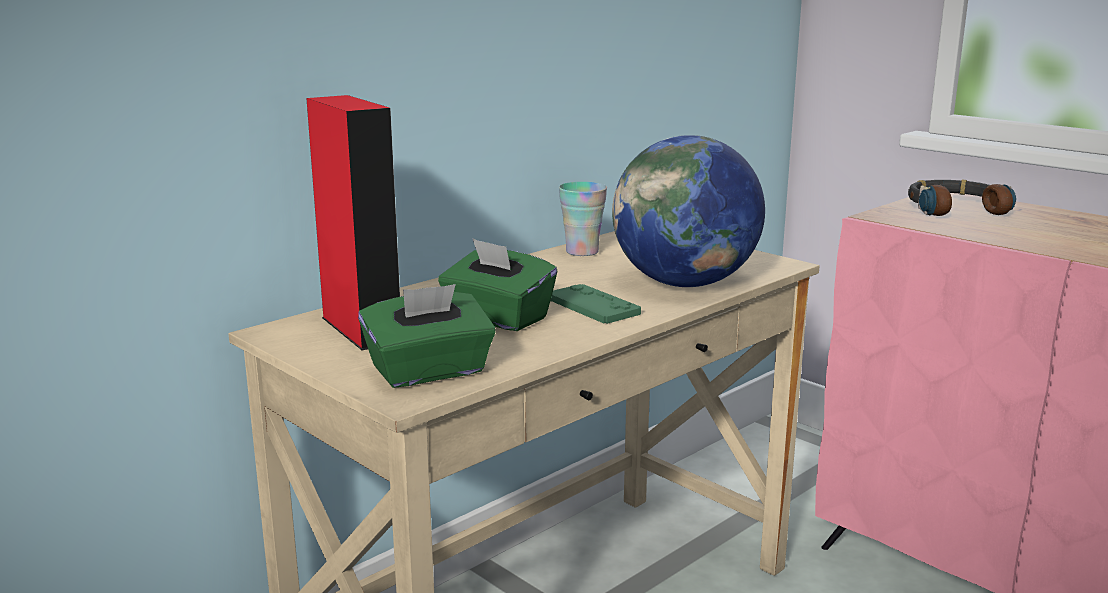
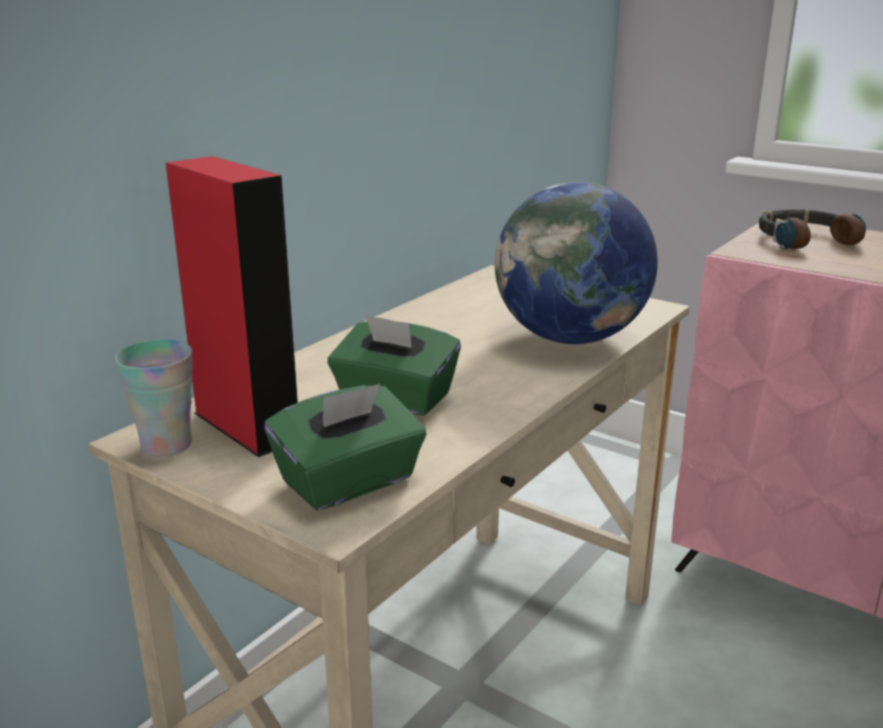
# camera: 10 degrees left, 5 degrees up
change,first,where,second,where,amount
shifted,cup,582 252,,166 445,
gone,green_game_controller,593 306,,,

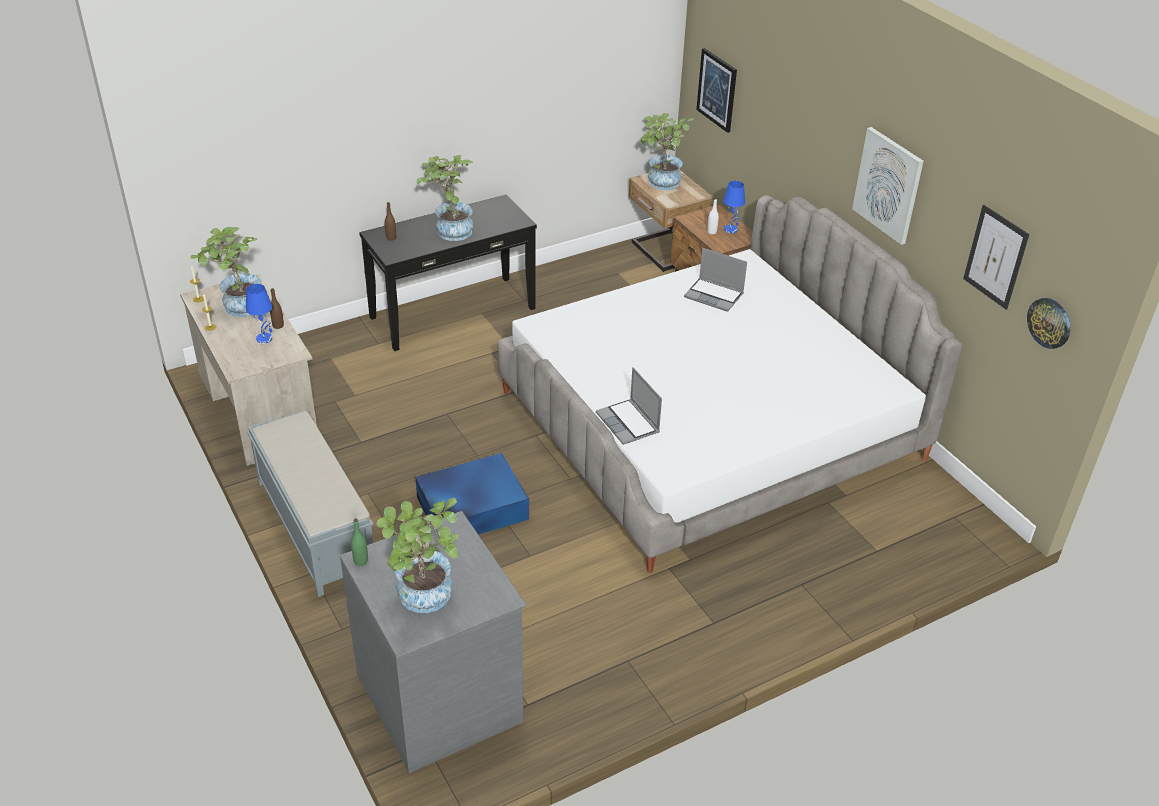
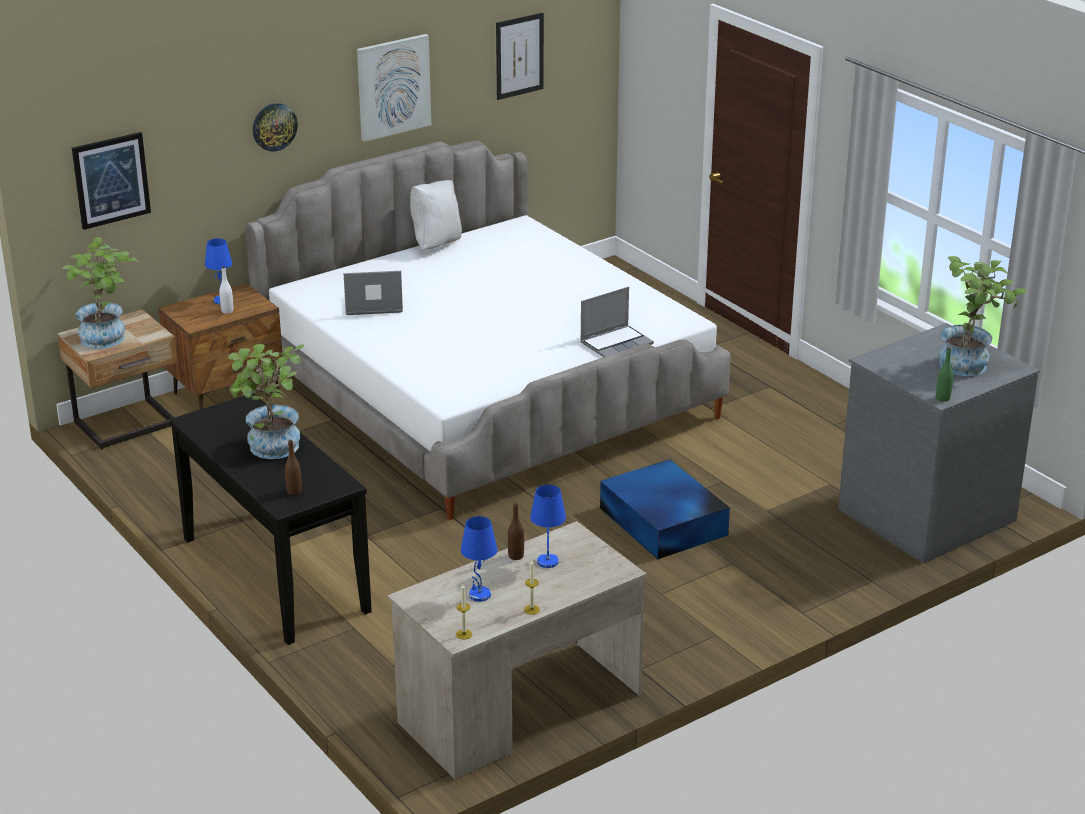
# camera: 95 degrees left, 10 degrees down
change,first,where,second,where,amount
shifted,wall_clock,1049 322,,274 126,
rotated,laptop,714 295,,372 305,120 degrees counterclockwise
new,,,white_pillow,435 244,
swapped,potted_plant,238 308,blue_table_lamp,479 595,
gone,grey_bench,315 526,,,

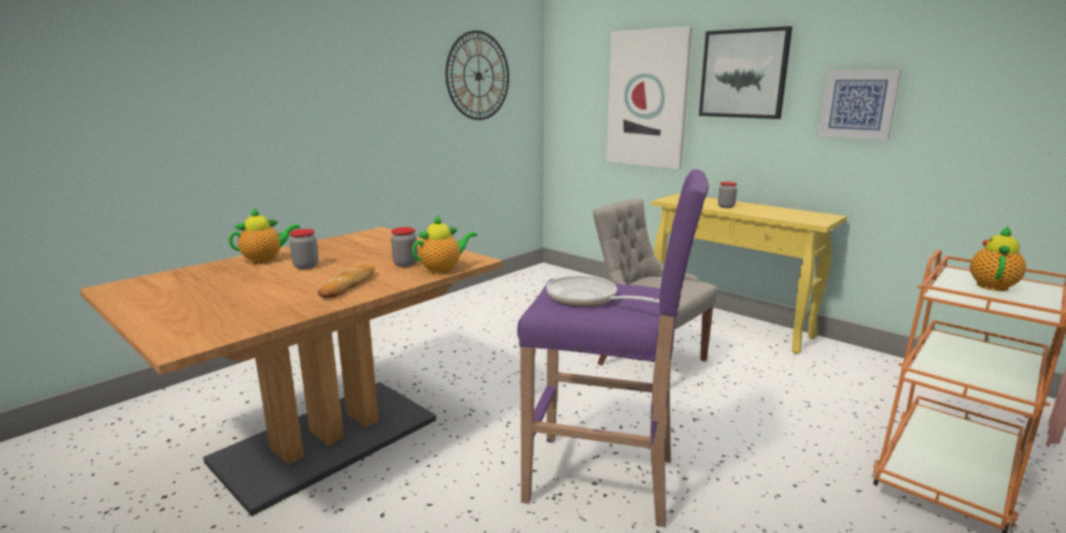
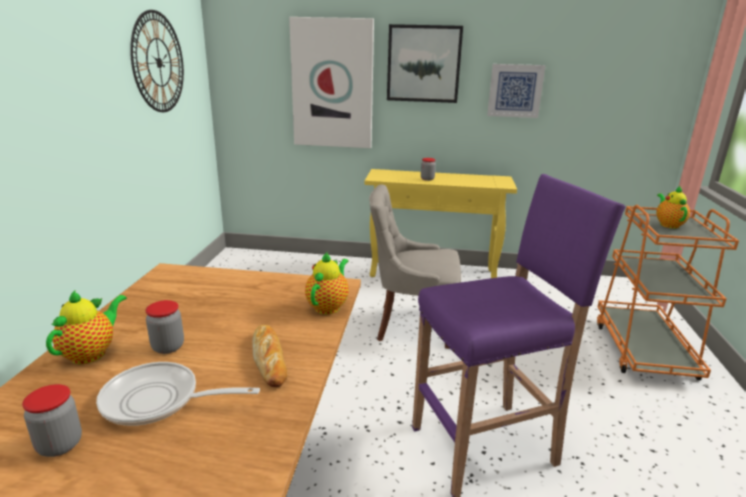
# camera: 35 degrees left, 5 degrees up
change,first,where,second,where,amount
shifted,jar,405 264,,60 445,
shifted,frying_pan,587 298,,158 401,

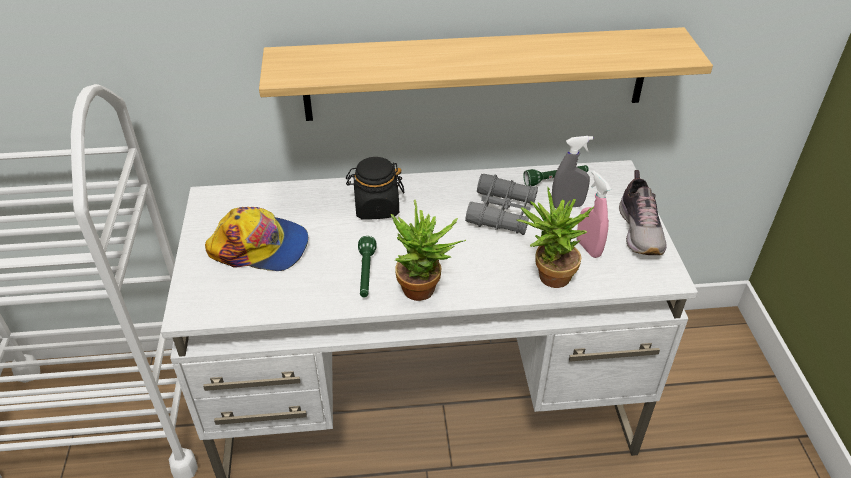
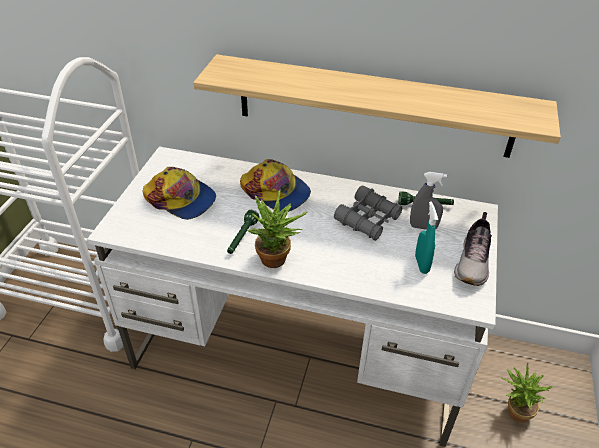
# camera: 20 degrees right, 0 degrees up
change,first,where,second,where,amount
swapped,black_jar,376 207,cap,276 192,
repainted,pink_spray_bottle,588 248,turquoise_spray_bottle,421 264,
shifted,potted_plant,547 277,,513 412,

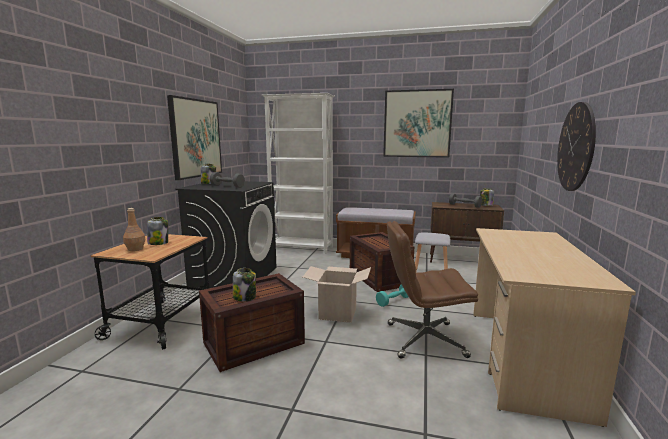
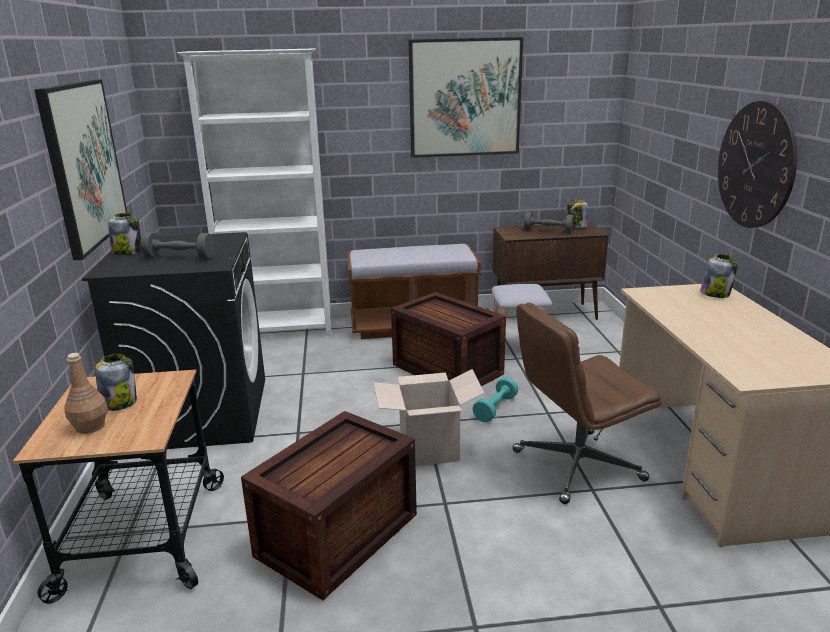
# camera: 20 degrees left, 10 degrees up
change,first,where,second,where,amount
shifted,jar,245 297,,715 294,

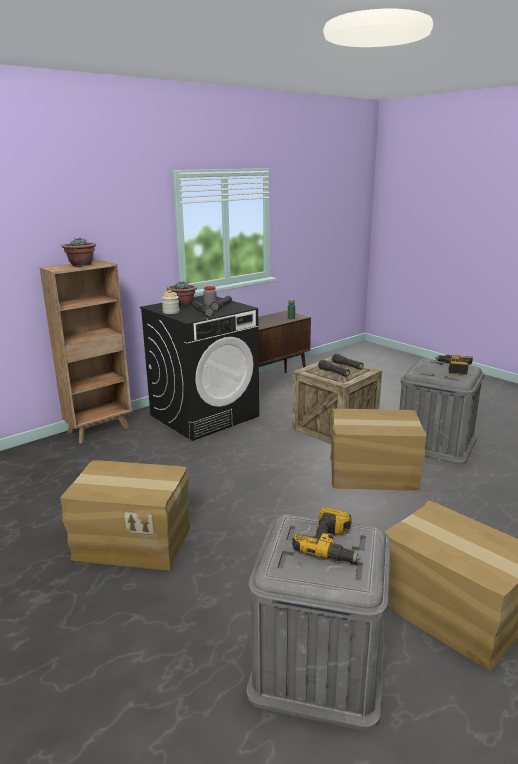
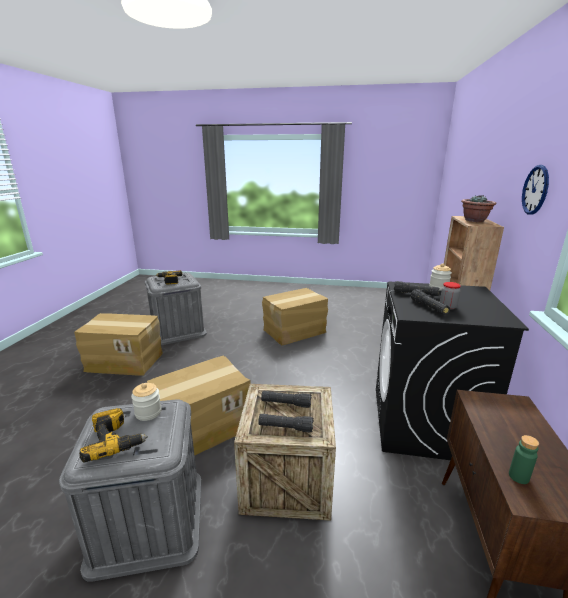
# camera: 140 degrees right, 0 degrees up
change,first,where,second,where,amount
new,,,jar,148 412,
new,,,wall_clock,535 190,
gone,potted_plant,182 305,,,

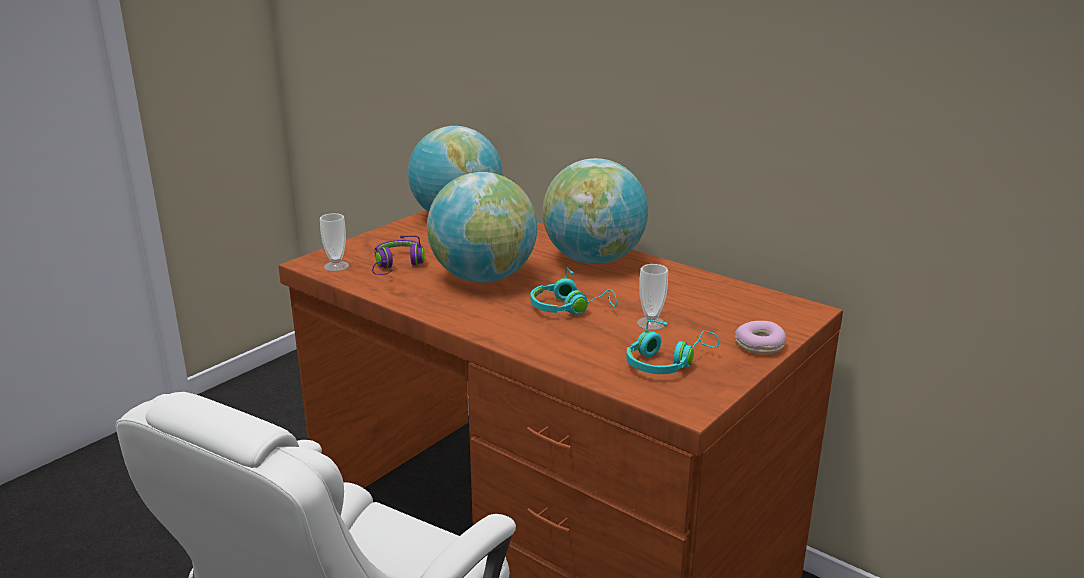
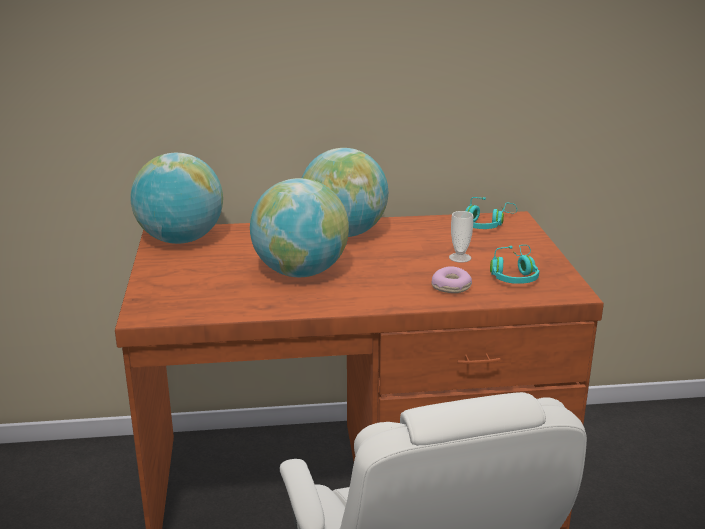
# camera: 45 degrees left, 0 degrees up
change,first,where,second,where,amount
shifted,donut,759 346,,451 287,
shifted,turquoise_headphones,569 308,,486 224,
gone,cup,336 266,,,
gone,purple_headphones,397 265,,,

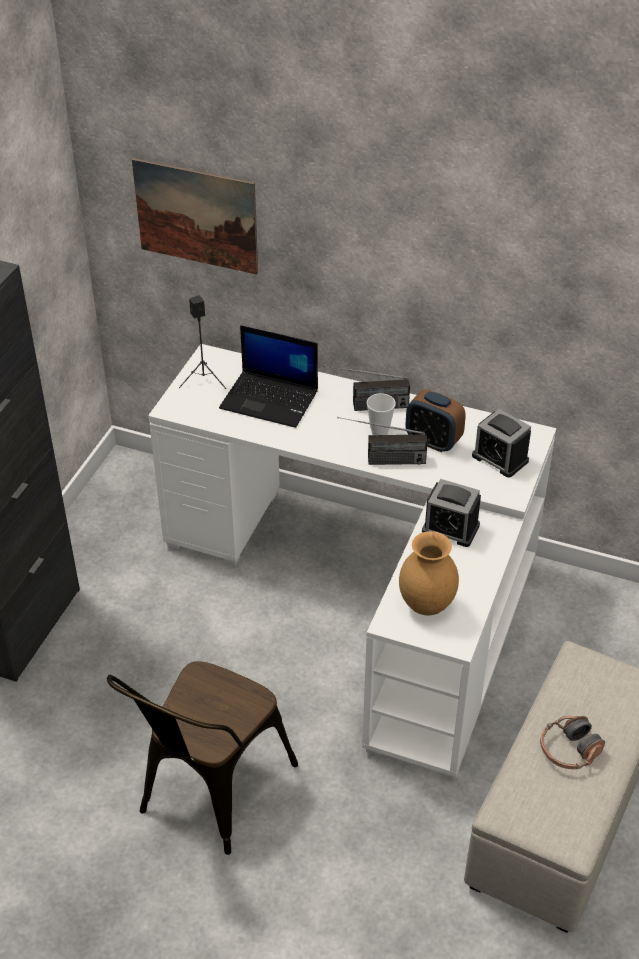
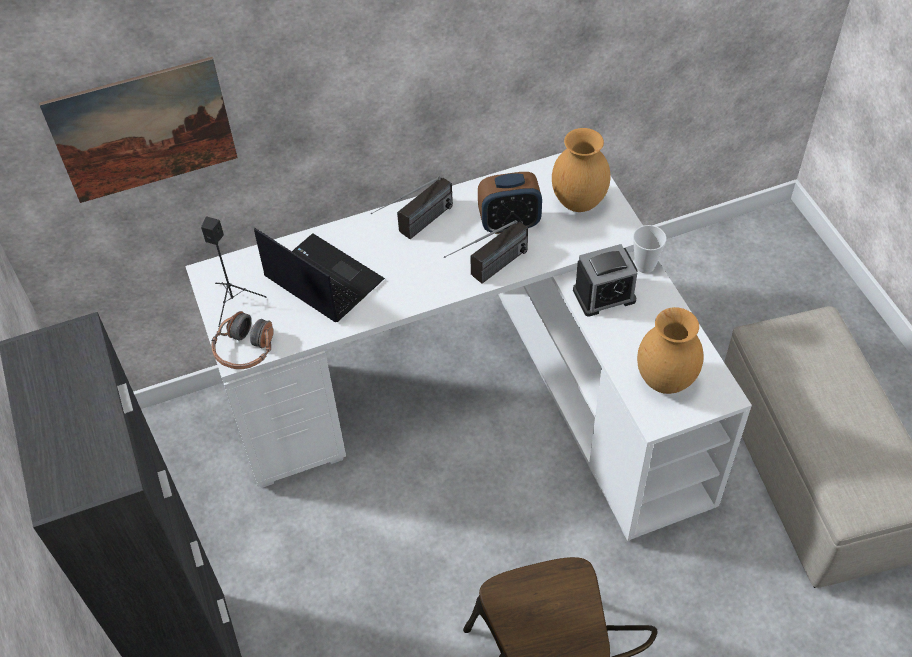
# camera: 40 degrees left, 10 degrees up
change,first,where,second,where,amount
shifted,headphones,569 750,,245 349,
rotated,laptop,271 399,,322 279,120 degrees counterclockwise
swapped,alarm_clock,500 458,brown_vase,579 202,
shifted,cup,379 432,,645 266,

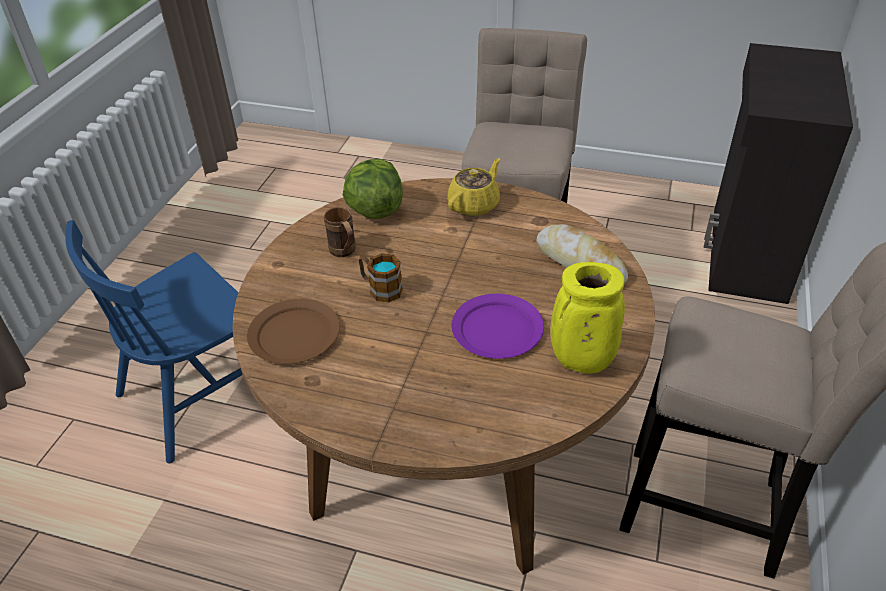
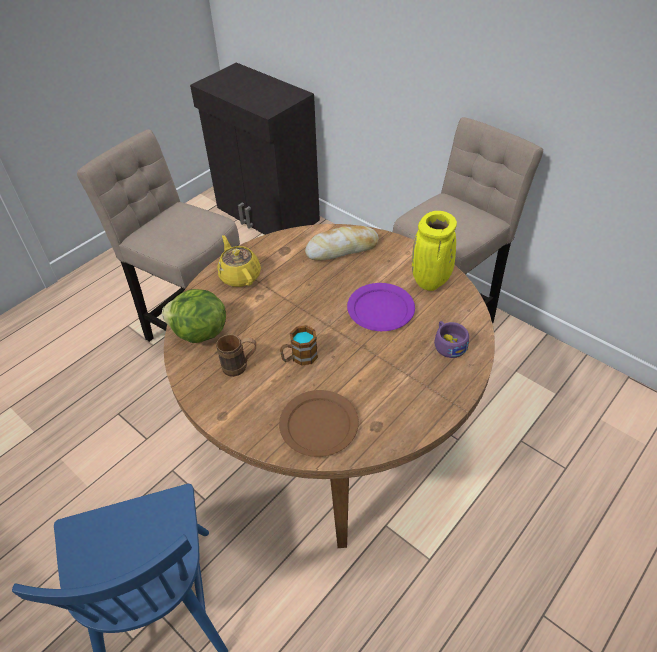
# camera: 65 degrees left, 5 degrees up
change,first,where,second,where,amount
new,,,purple_cup,448 344,

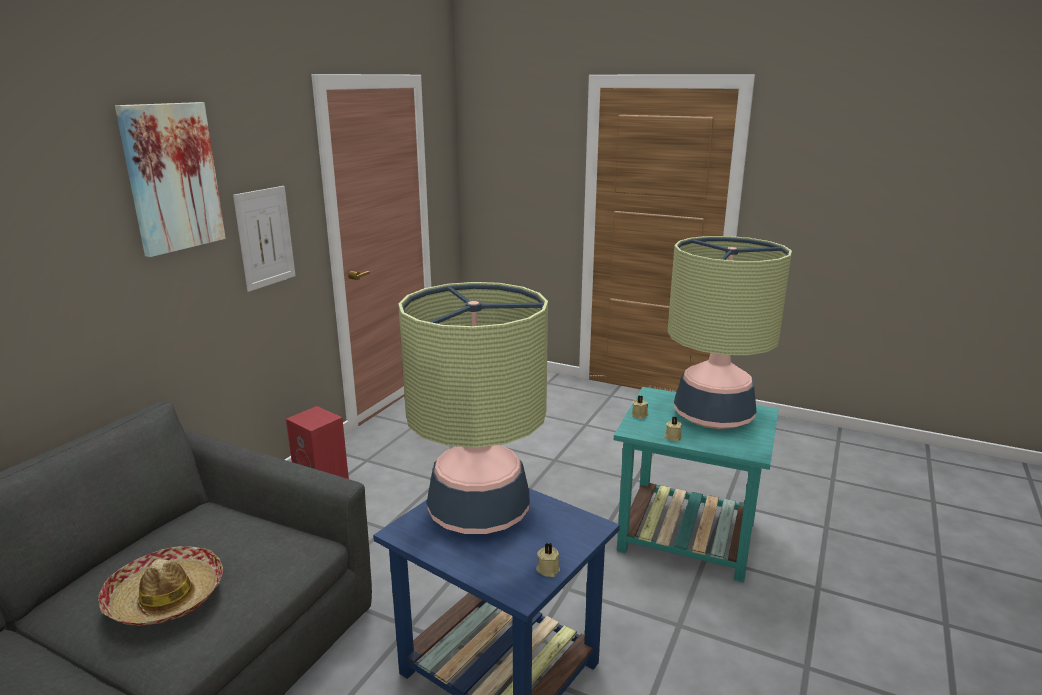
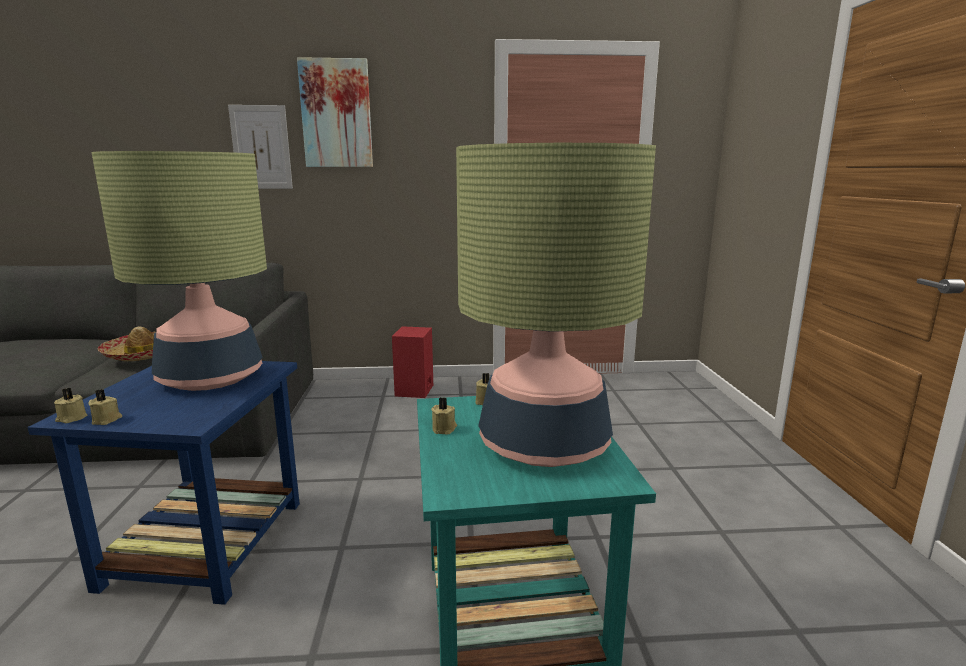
# camera: 60 degrees right, 5 degrees down
change,first,where,second,where,amount
new,,,beige_candle,71 418,
shifted,picture,265 237,,261 147,

